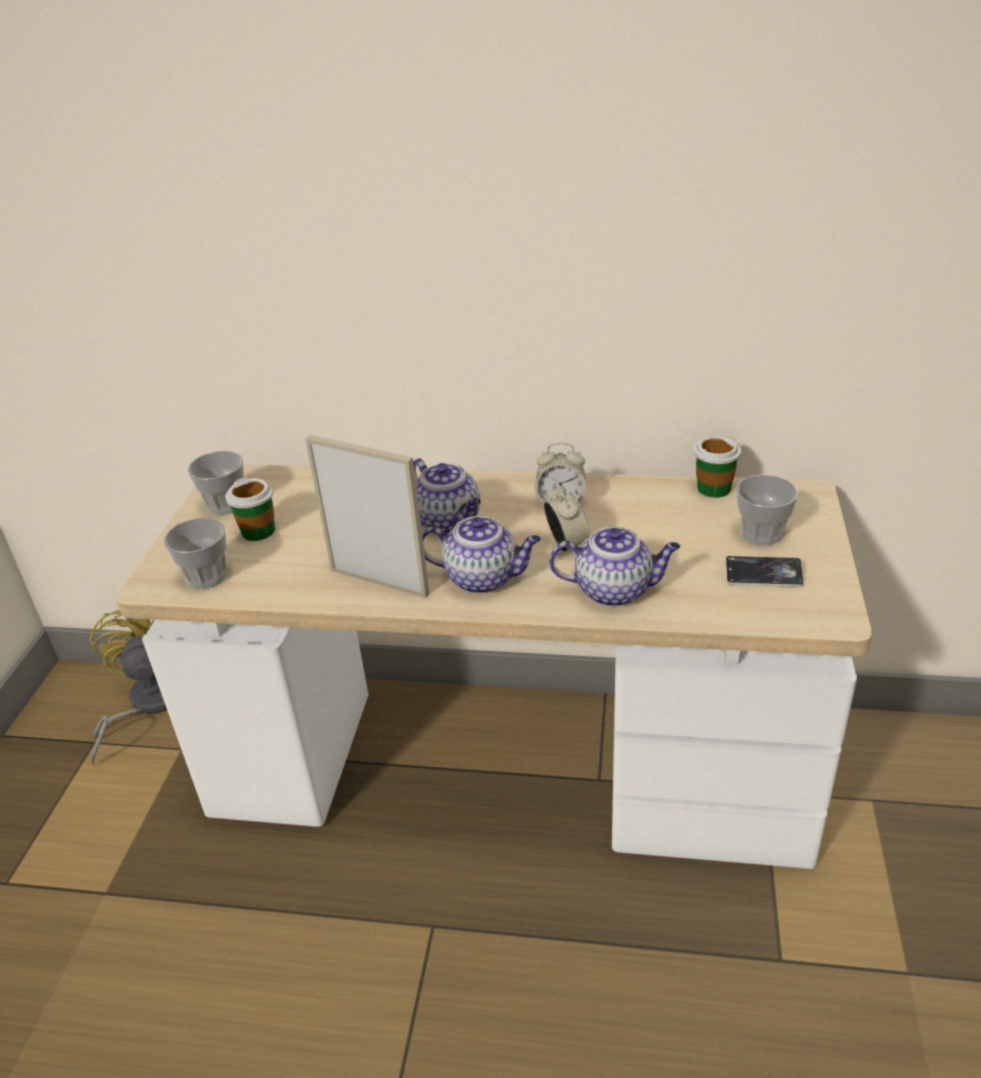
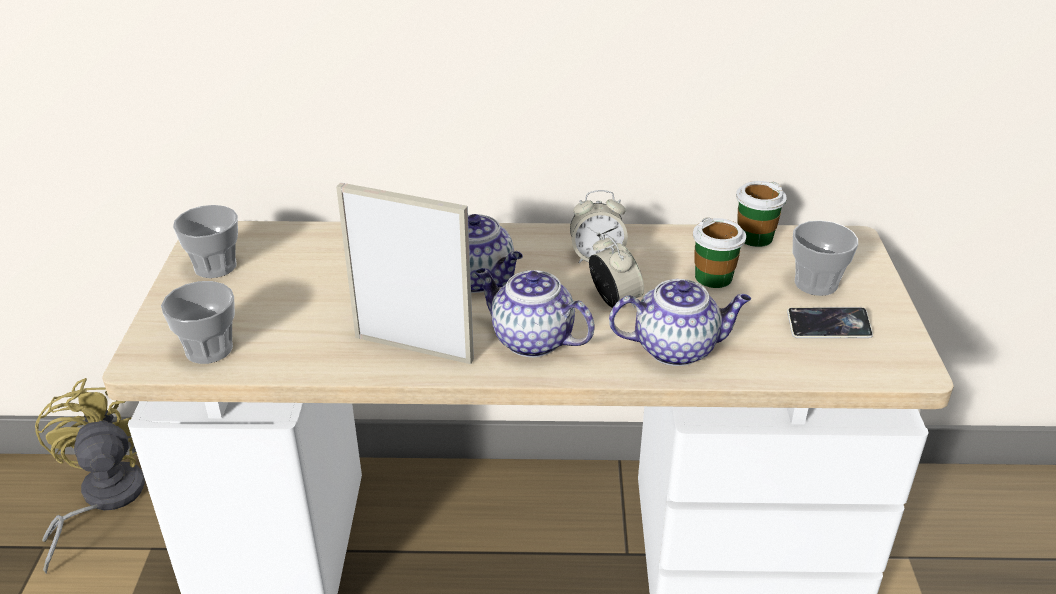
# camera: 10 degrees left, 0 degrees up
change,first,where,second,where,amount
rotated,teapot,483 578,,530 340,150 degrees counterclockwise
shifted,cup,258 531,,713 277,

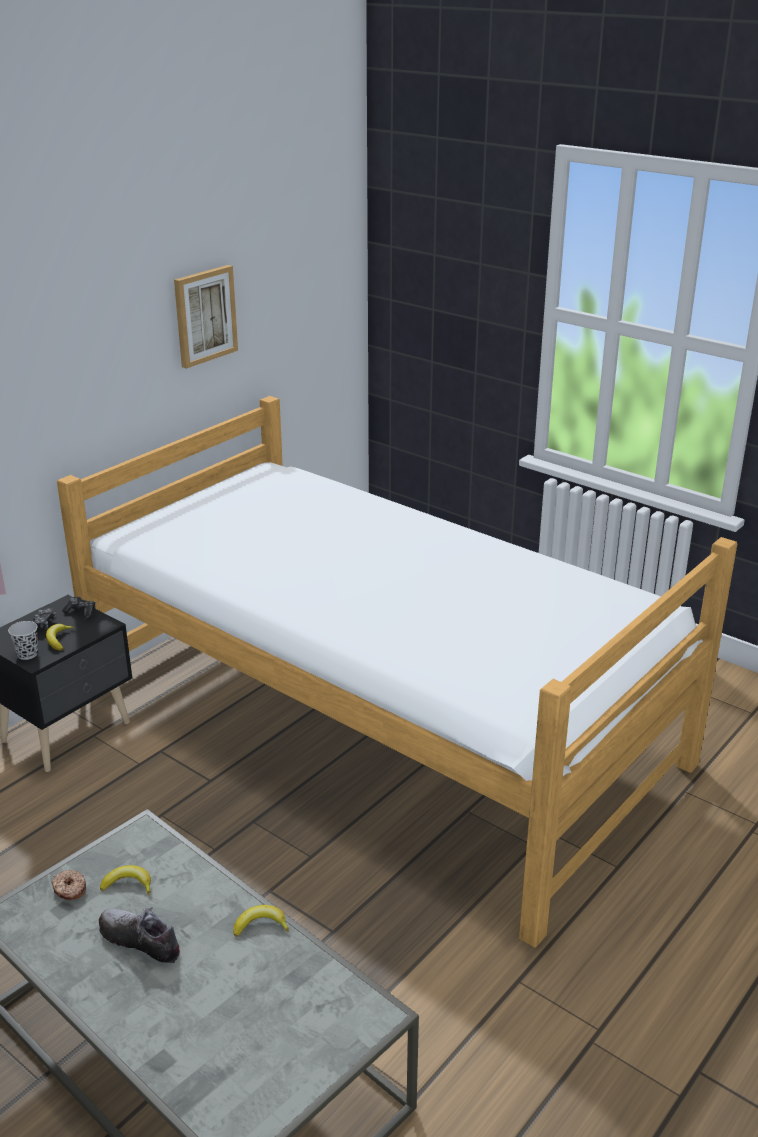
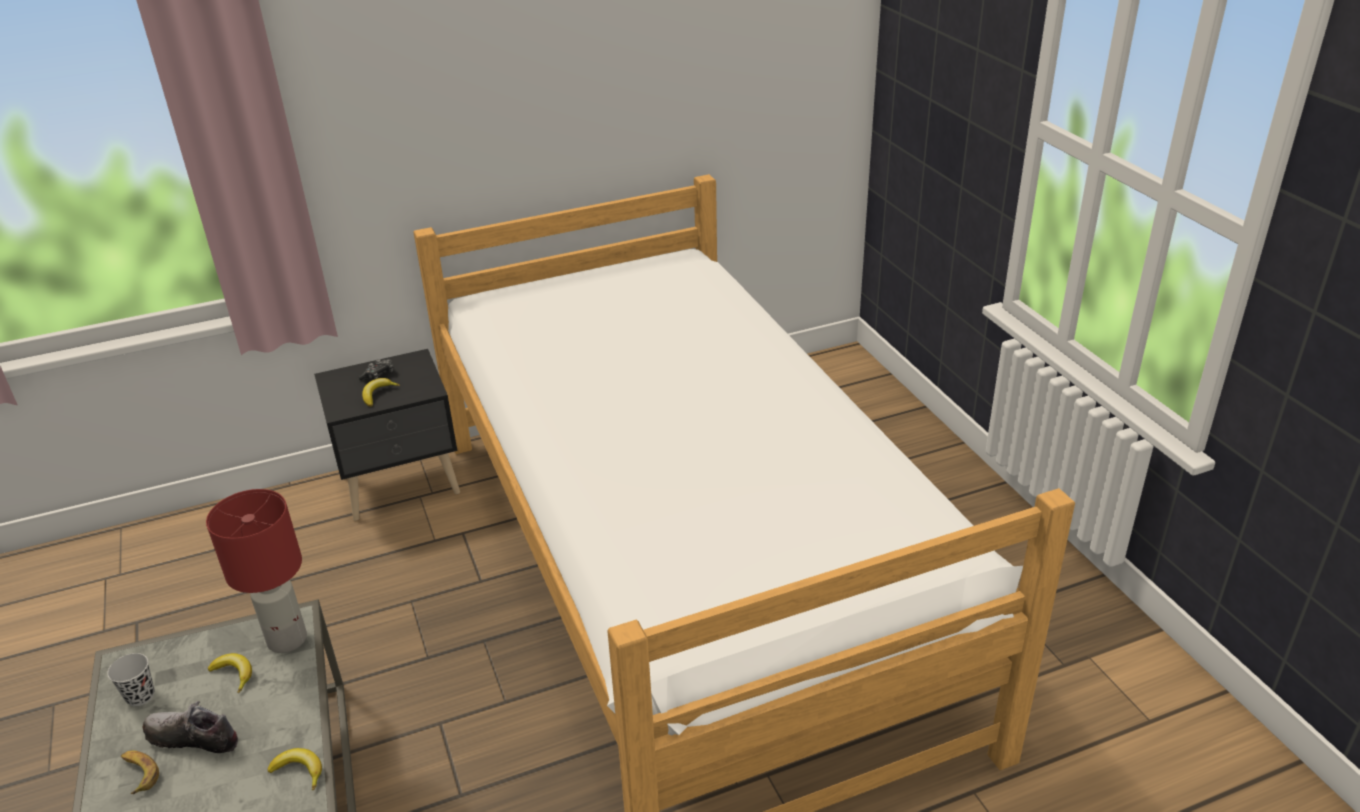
# camera: 30 degrees right, 5 degrees up
change,first,where,second,where,amount
shifted,black_cup,27 654,,140 696,
new,,,banana,139 773,
rotated,shoe,139 940,,192 738,45 degrees counterclockwise
new,,,red_table_lamp,288 639,
gone,donut,69 889,,,
gone,game_controller,81 612,,,
gone,picture,204 315,,,

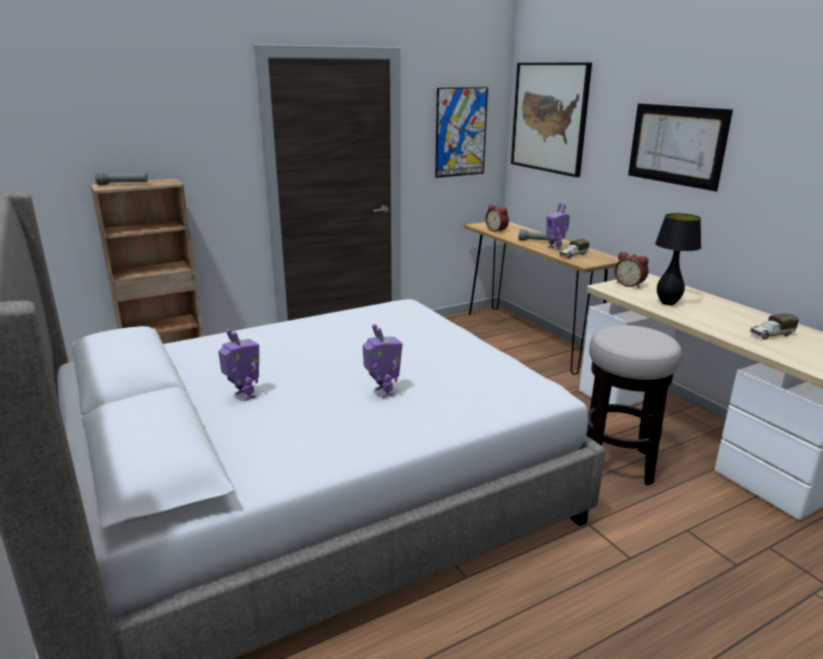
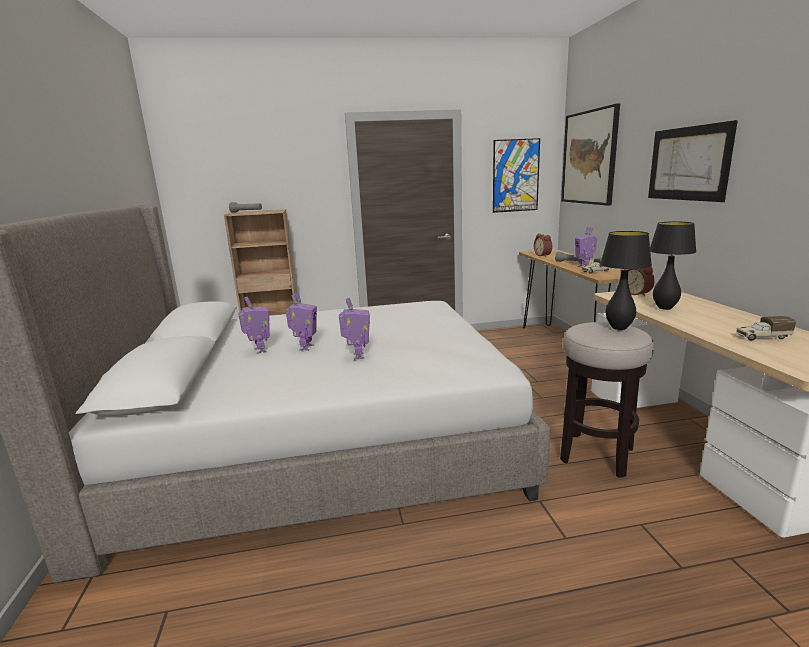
# camera: 20 degrees right, 5 degrees down
change,first,where,second,where,amount
new,,,toy_robot,305 347,
new,,,black_table_lamp,619 328,

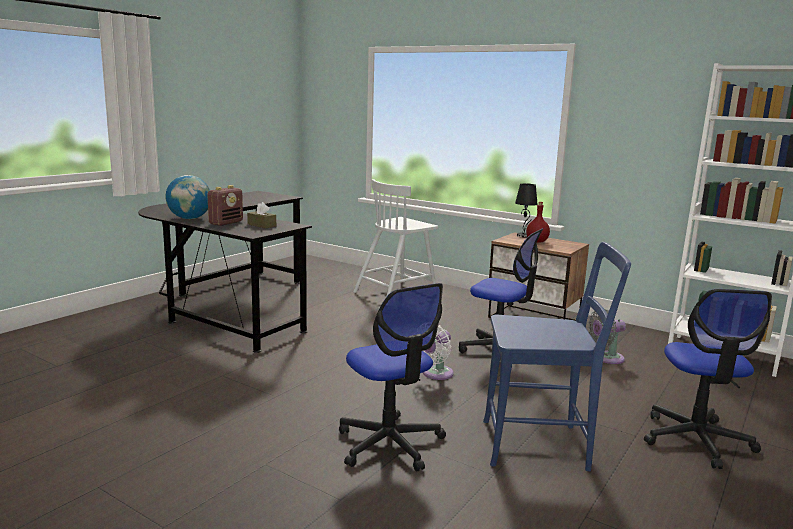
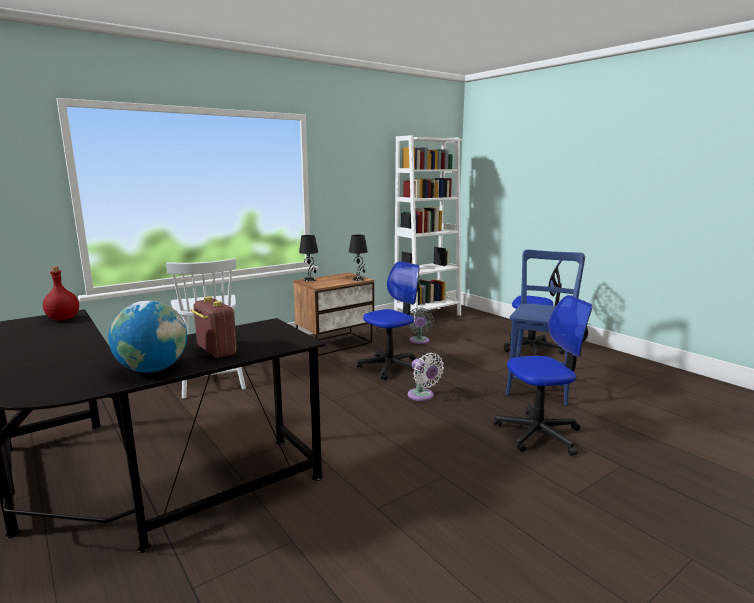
# camera: 70 degrees left, 0 degrees up
change,first,where,second,where,amount
shifted,red_bottle,536 242,,63 319,
new,,,black_table_lamp,358 279,
gone,brown_tissue_box,261 225,,,

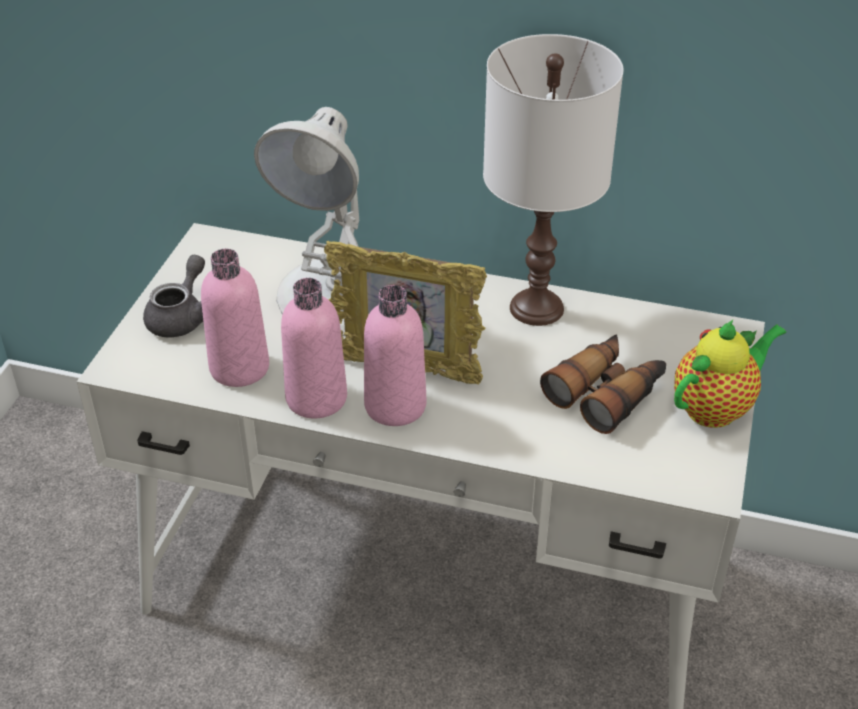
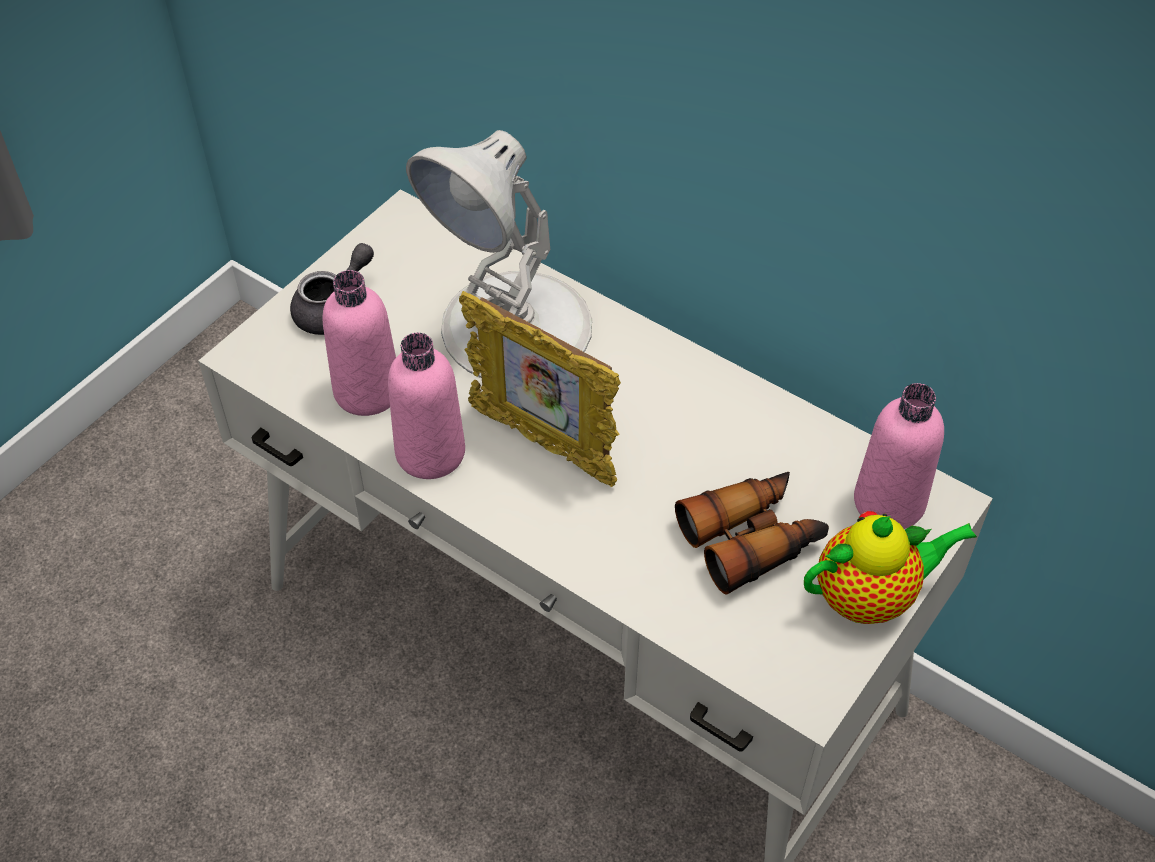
# camera: 20 degrees right, 10 degrees up
change,first,where,second,where,amount
shifted,pink_bottle,395 406,,889 502,
gone,white_table_lamp,535 308,,,

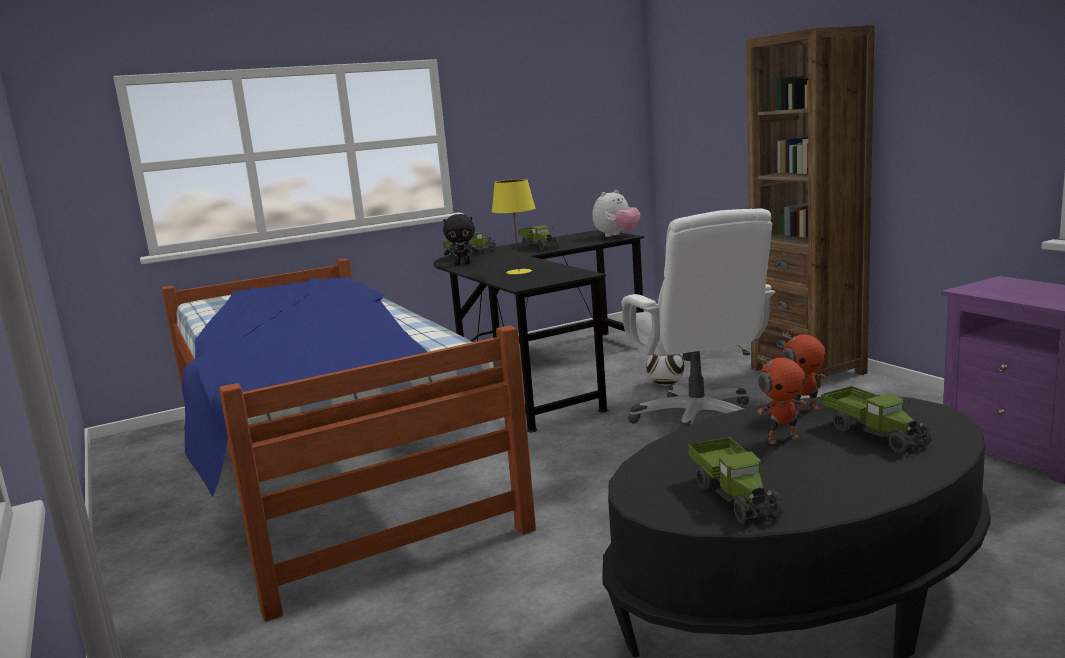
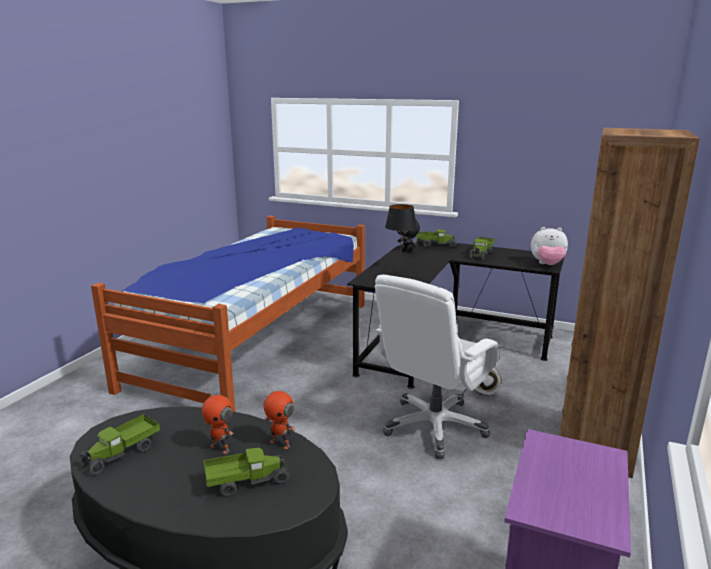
# camera: 50 degrees right, 5 degrees up
change,first,where,second,where,amount
rotated,toy_truck,874 434,,247 482,135 degrees counterclockwise
repainted,yellow_table_lamp,518 272,black_table_lamp,399 270,

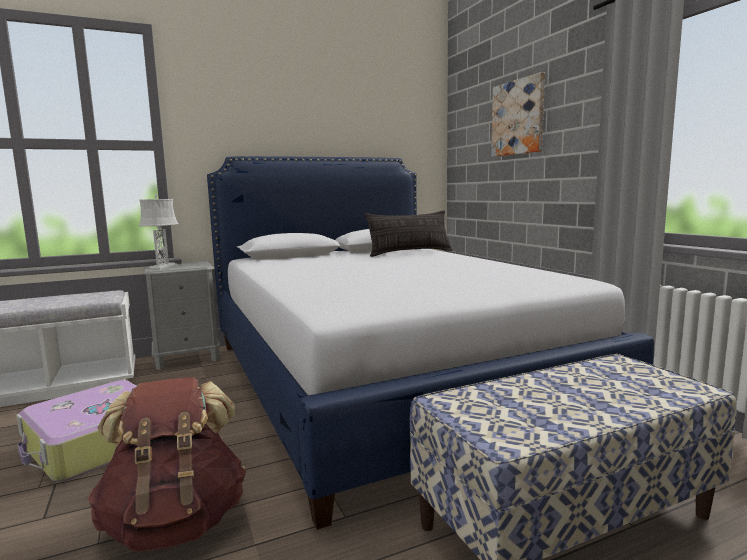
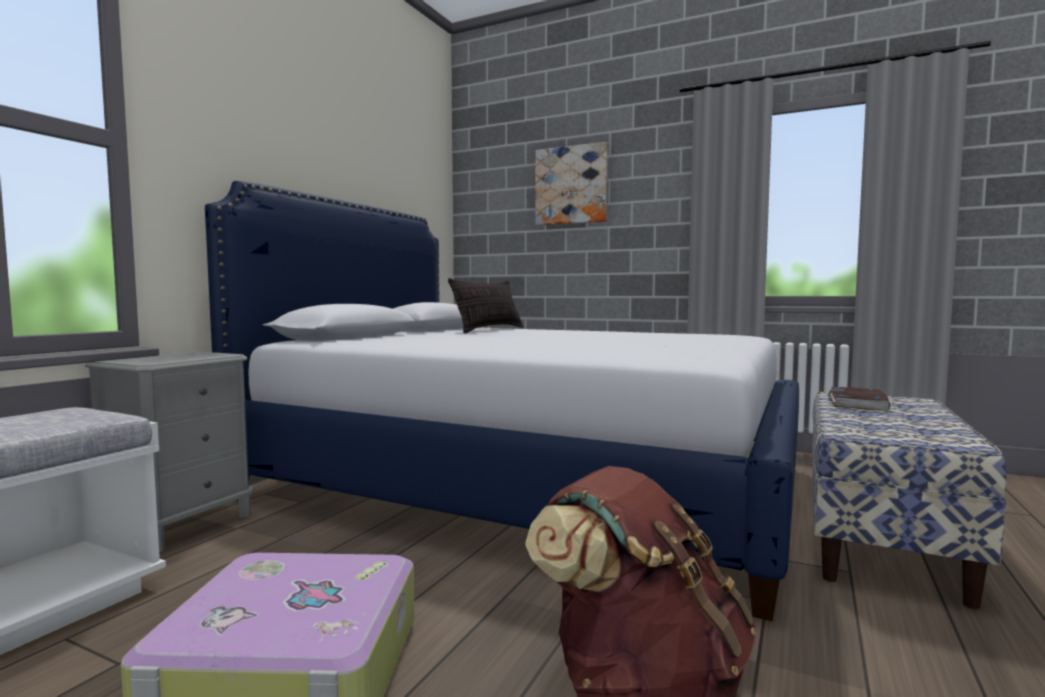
# camera: 40 degrees left, 5 degrees down
change,first,where,second,where,amount
new,,,book,858 403,
gone,grey_table_lamp,163 267,,,

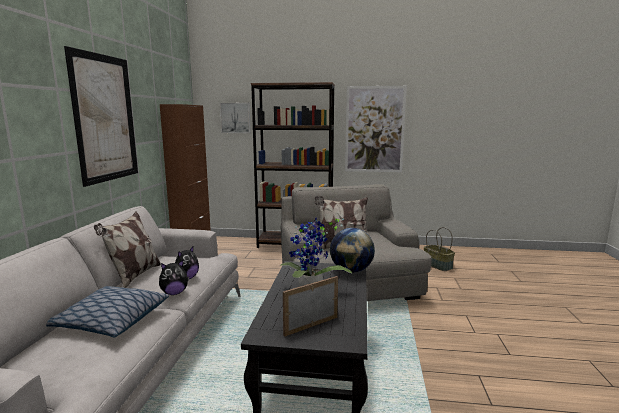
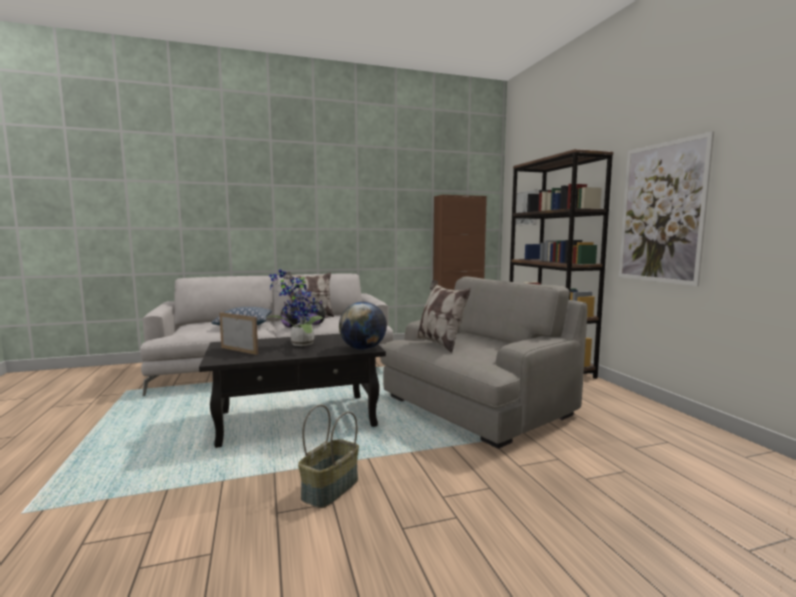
# camera: 65 degrees right, 5 degrees down
change,first,where,second,where,amount
shifted,basket,438 265,,330 489,
gone,picture,105 118,,,

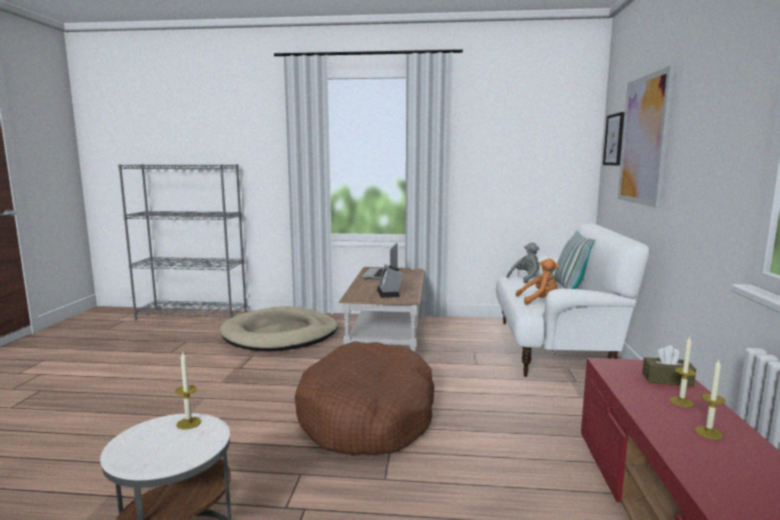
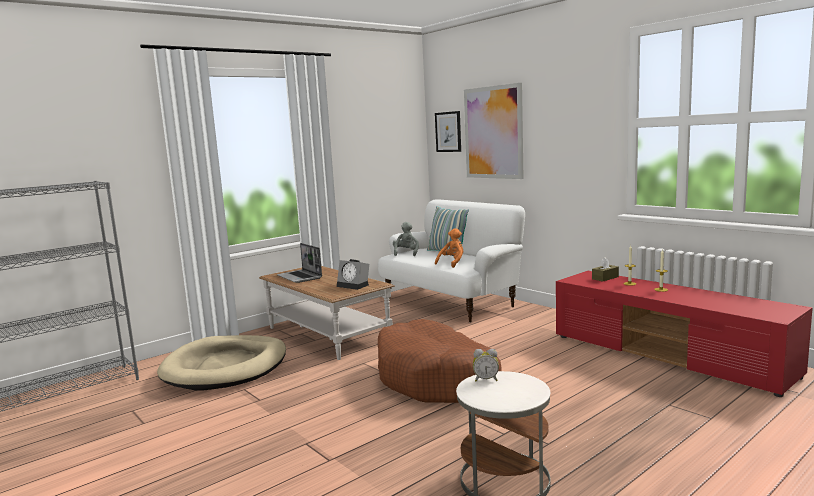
# camera: 45 degrees left, 0 degrees up
change,first,where,second,where,amount
swapped,candle,188 423,alarm_clock,486 379,

